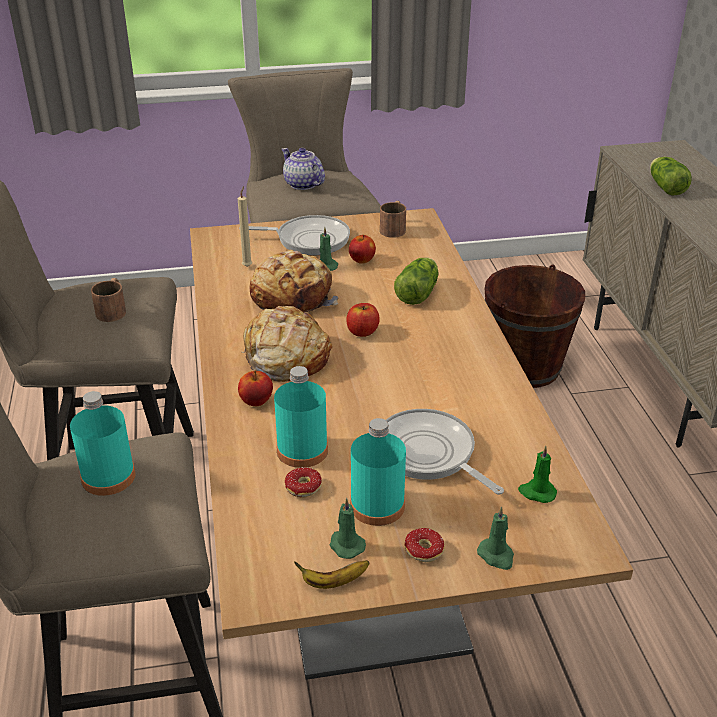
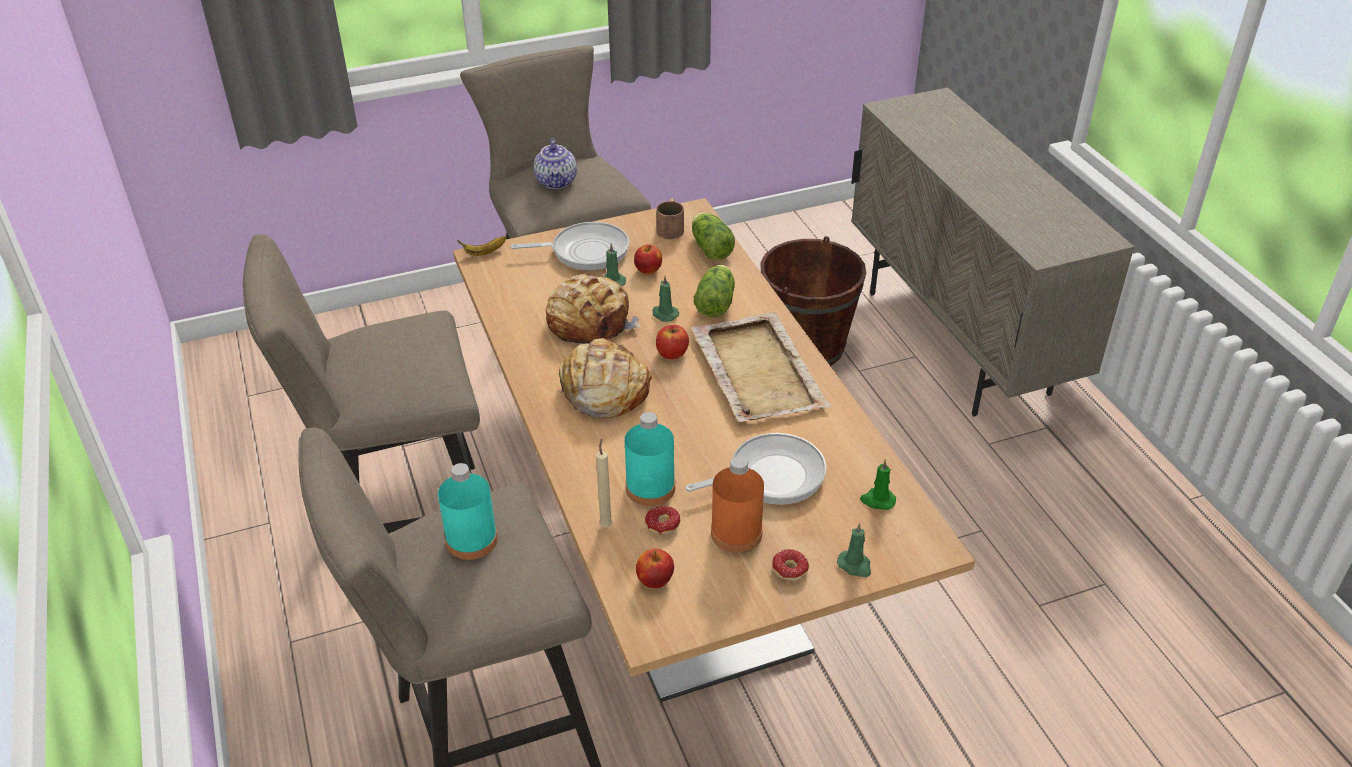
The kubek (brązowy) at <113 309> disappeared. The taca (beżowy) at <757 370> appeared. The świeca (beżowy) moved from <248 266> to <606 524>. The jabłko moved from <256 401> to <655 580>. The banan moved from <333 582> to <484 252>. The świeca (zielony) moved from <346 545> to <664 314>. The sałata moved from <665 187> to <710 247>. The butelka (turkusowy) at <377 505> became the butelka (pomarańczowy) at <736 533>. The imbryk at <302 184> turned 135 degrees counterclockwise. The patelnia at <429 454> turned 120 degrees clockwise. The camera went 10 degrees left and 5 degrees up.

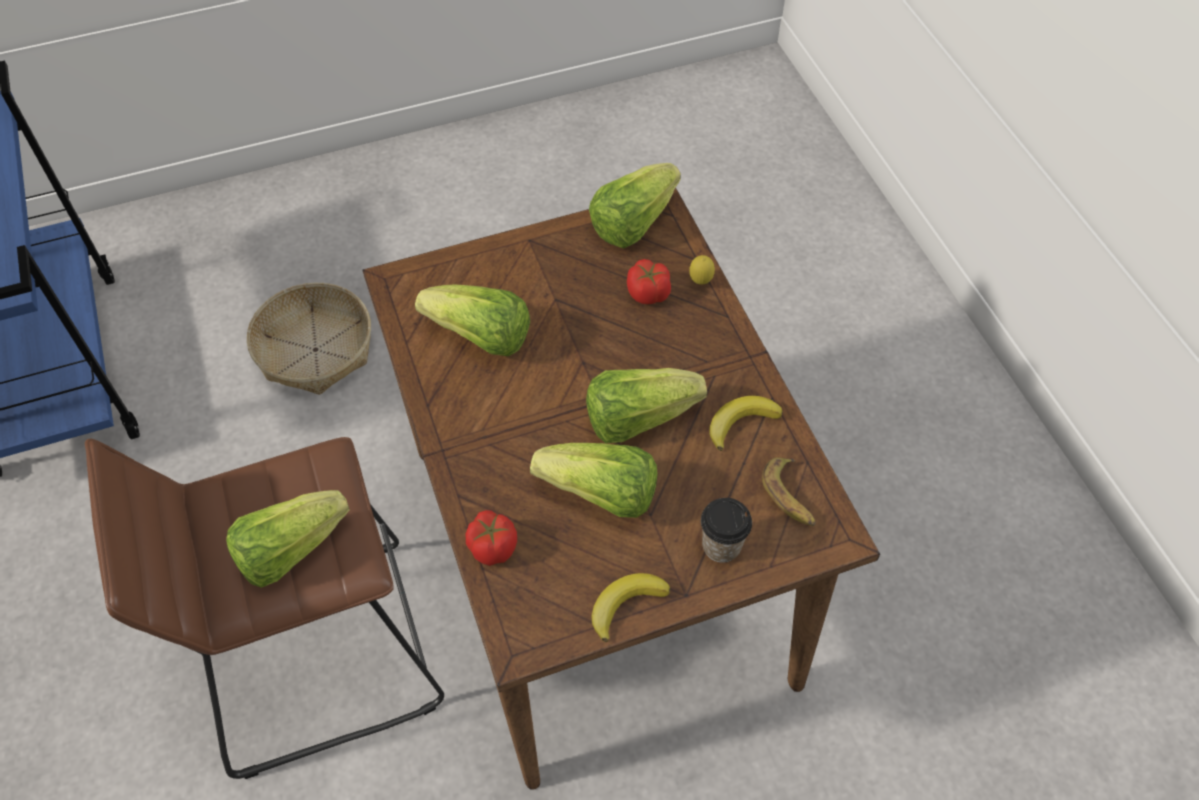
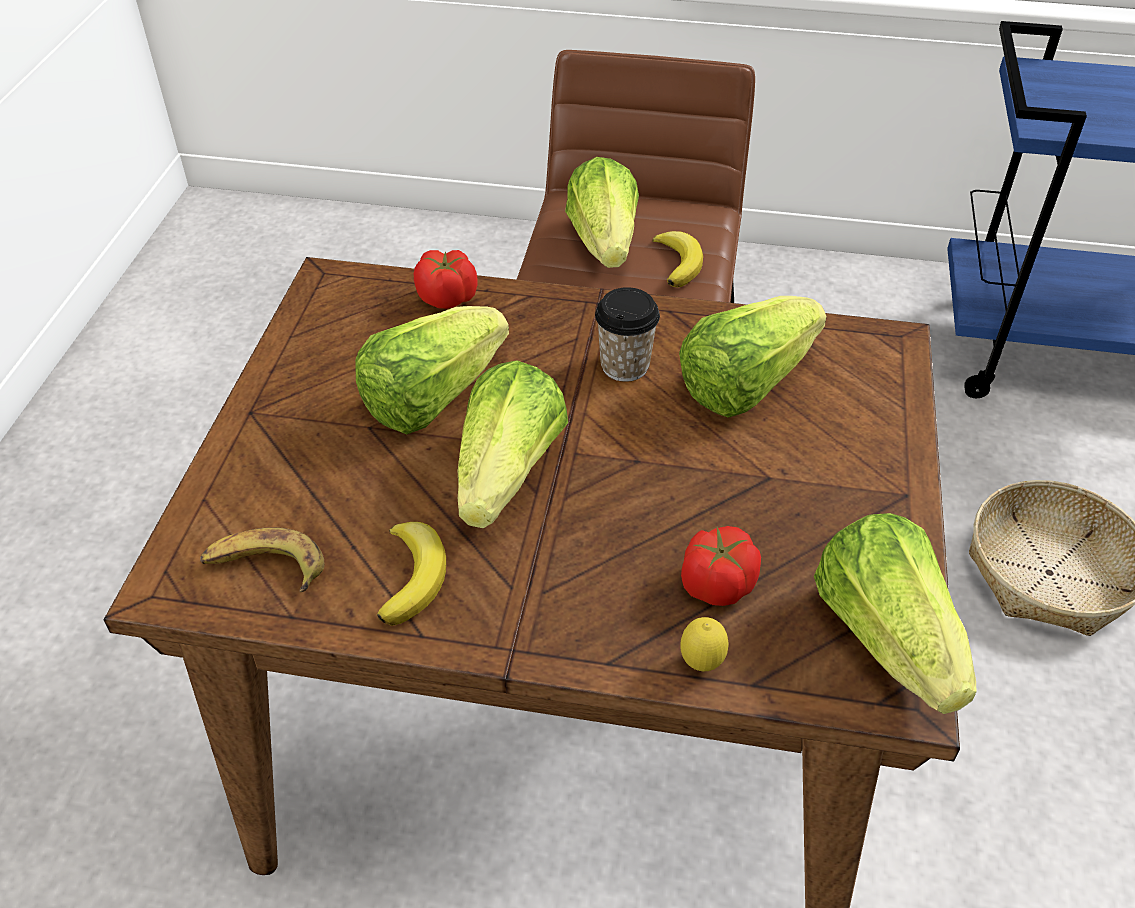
The banan moved from <625 604> to <678 262>. The filiżanka moved from <721 546> to <625 366>. The camera went 120 degrees right and 10 degrees down.

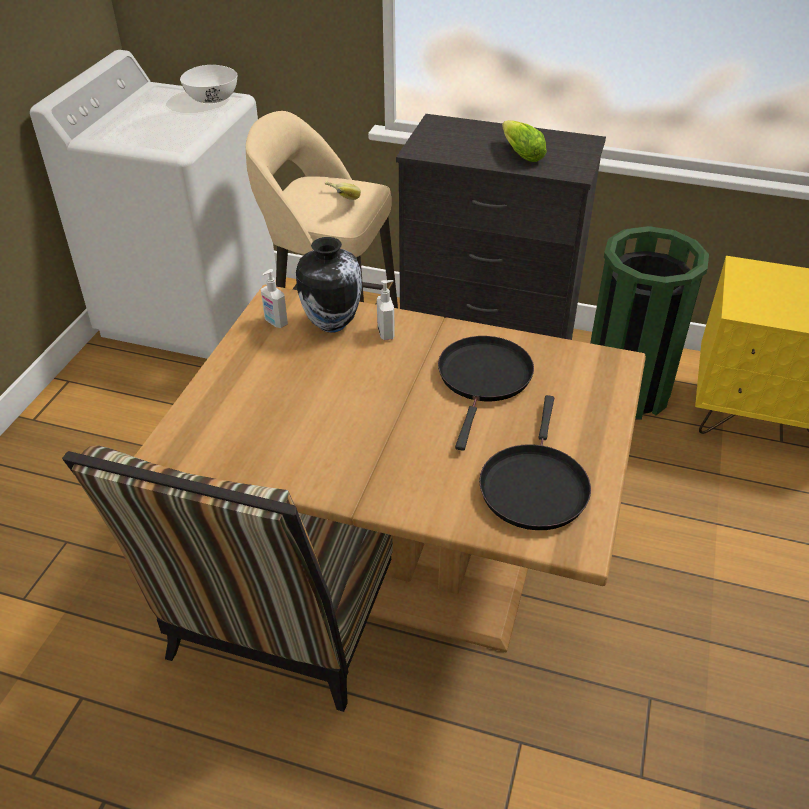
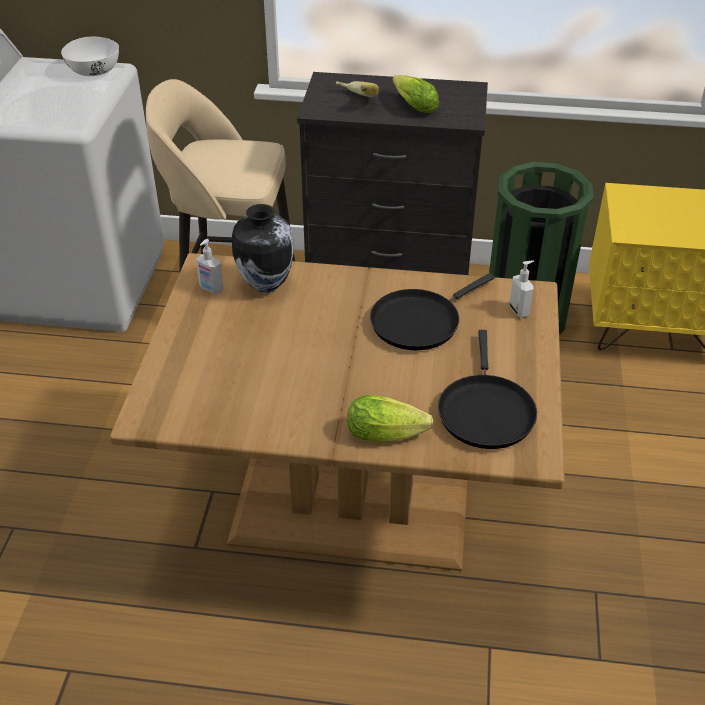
The krzesło at <287 609> disappeared. The sałata at <389 433> appeared. The banan moved from <339 202> to <354 101>. The dozownik mydła moved from <386 333> to <519 310>. The patelnia (czarny) at <484 379> turned 135 degrees counterclockwise. The camera went 10 degrees left and 0 degrees up.

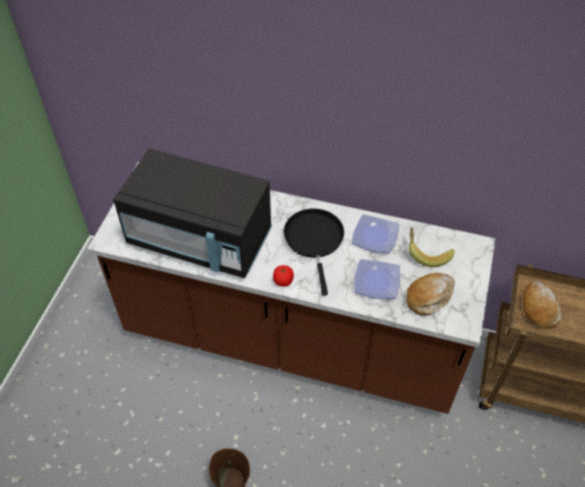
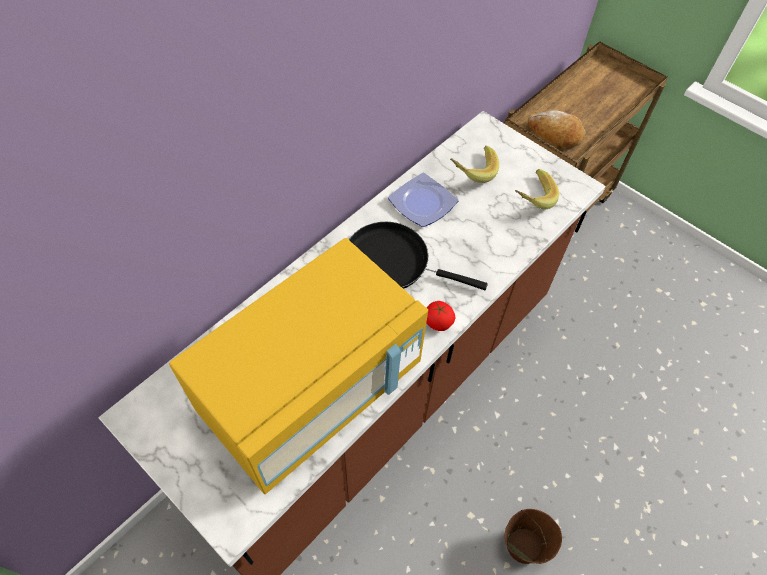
The talerz at <376 280> disappeared. The chleb at <429 297> was replaced by the banan at <531 197>. The mikrofalówka (czarny) at <200 239> became the mikrofalówka (żółty) at <312 390>. The camera went 65 degrees left and 5 degrees up.

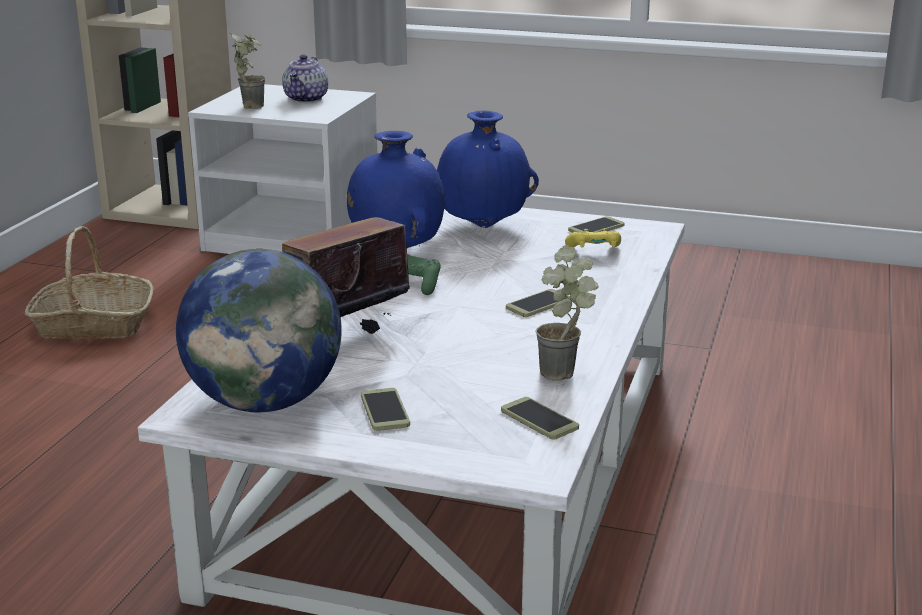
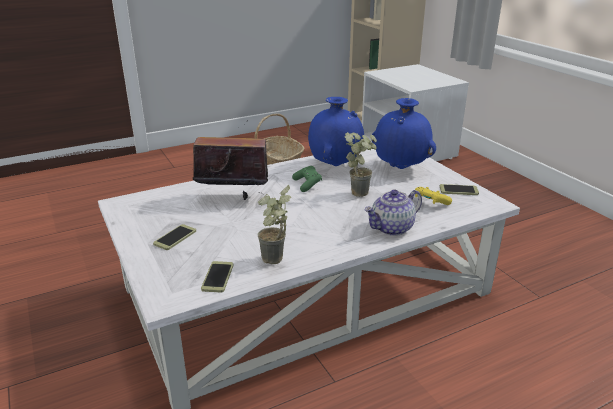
The globus at <265 402> disappeared. The telefon at <538 304> disappeared. The roślina doniczkowa moved from <250 105> to <360 191>. The imbryk moved from <306 99> to <392 228>. The camera went 45 degrees right and 5 degrees up.

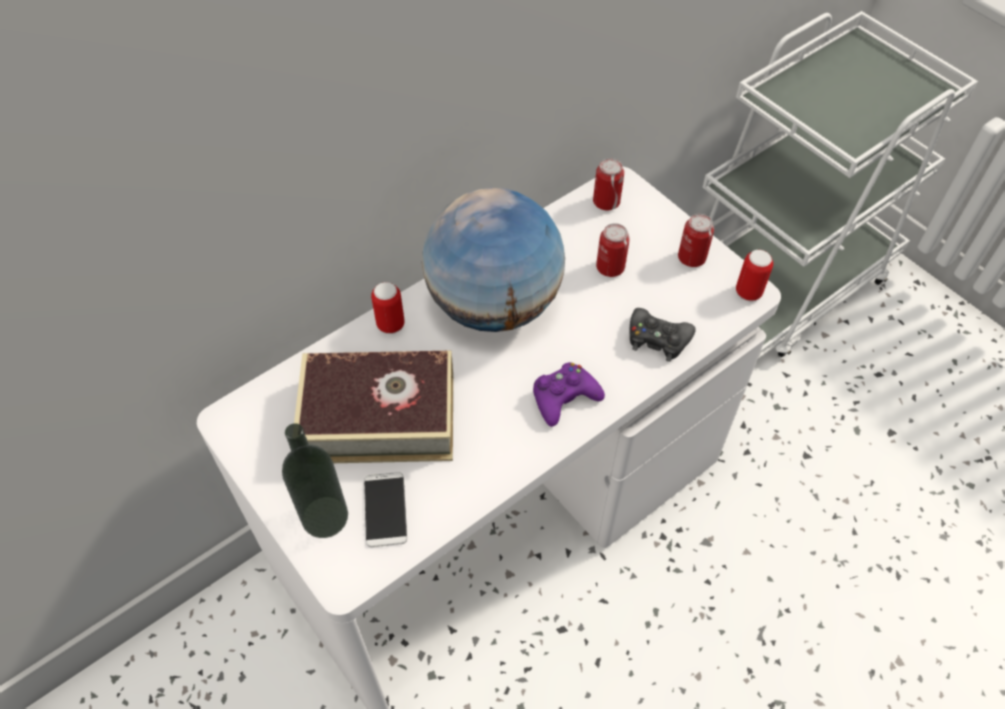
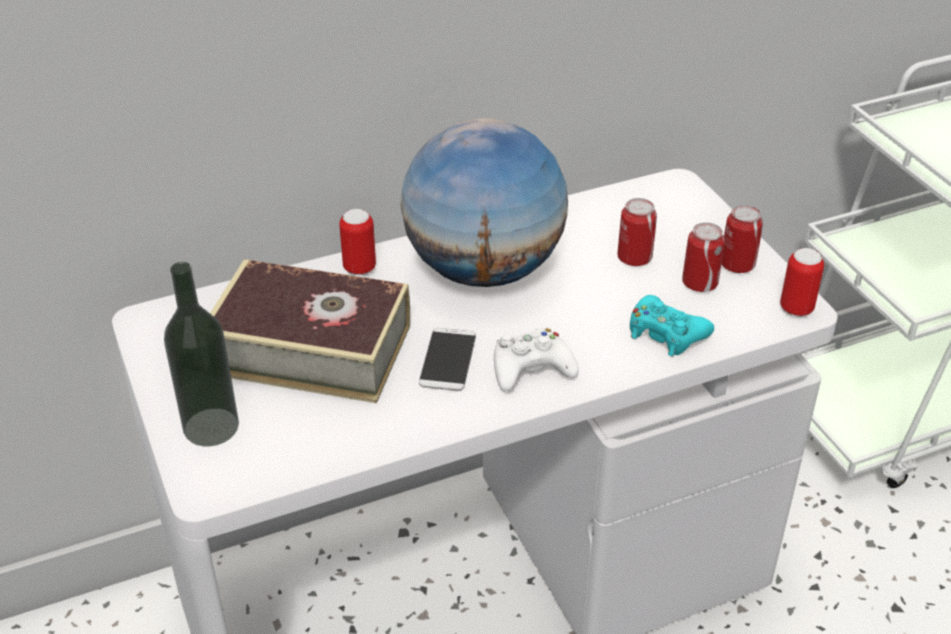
The telefon moved from <385 509> to <448 360>. The puszka moved from <606 202> to <699 283>. The pad do gier (fioletowy) at <564 397> became the pad do gier (biały) at <531 369>. The pad do gier (czarny) at <657 339> became the pad do gier (turkusowy) at <666 334>. The camera went 15 degrees right and 15 degrees down.

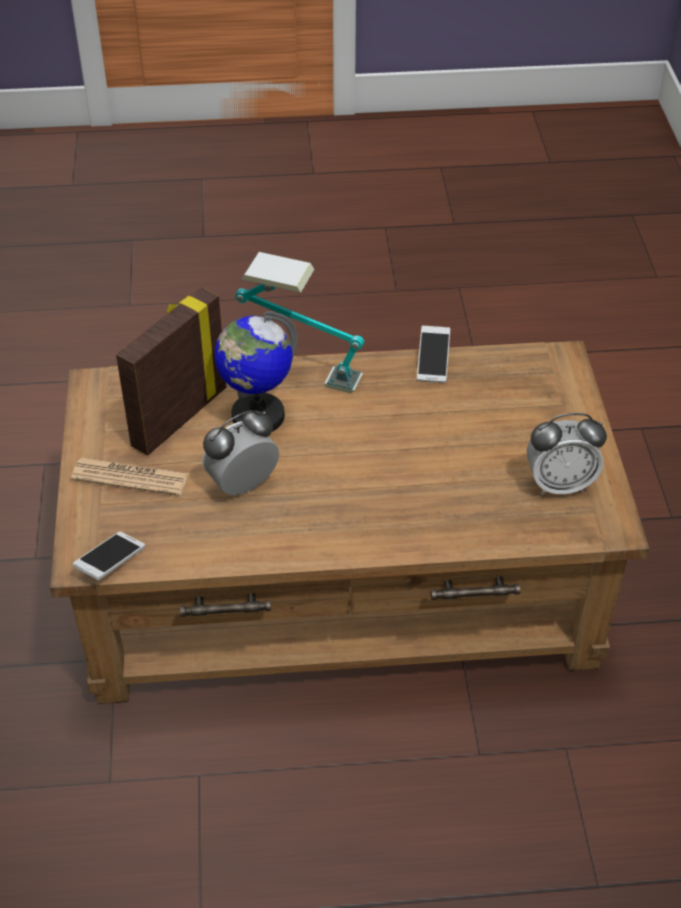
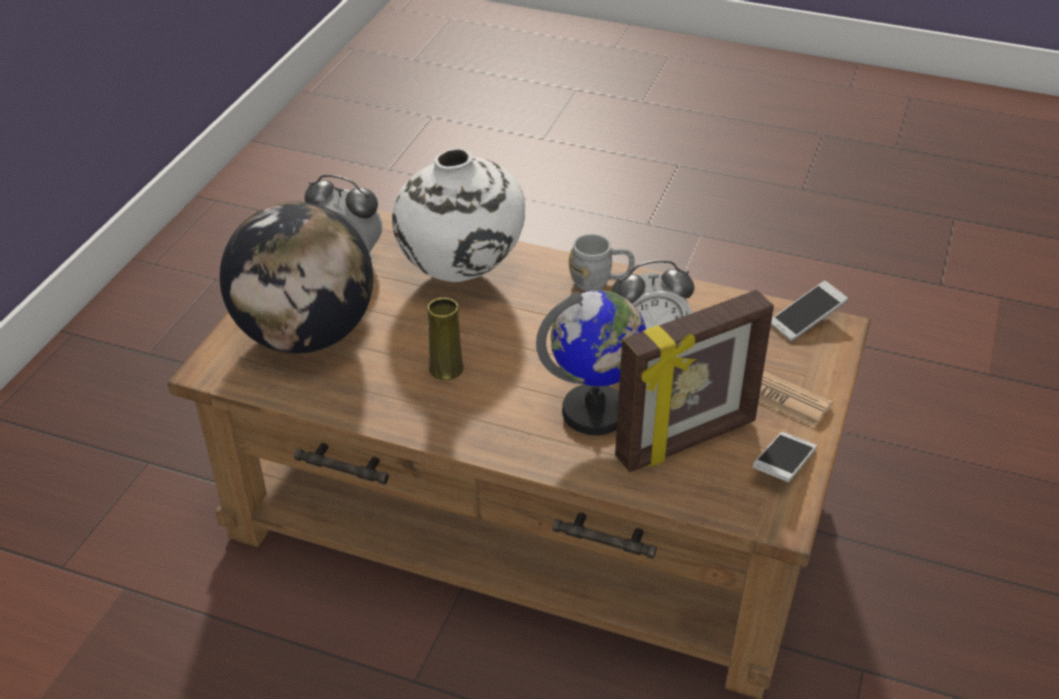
The lampa stołowa at <300 371> disappeared. The globus at <306 335> appeared. The wazon (biały) at <460 275> appeared. The wazon (żółty) at <446 369> appeared. The kubek (szary) at <600 282> appeared. The telefon moved from <433 361> to <783 465>. The camera went 155 degrees left and 5 degrees down.

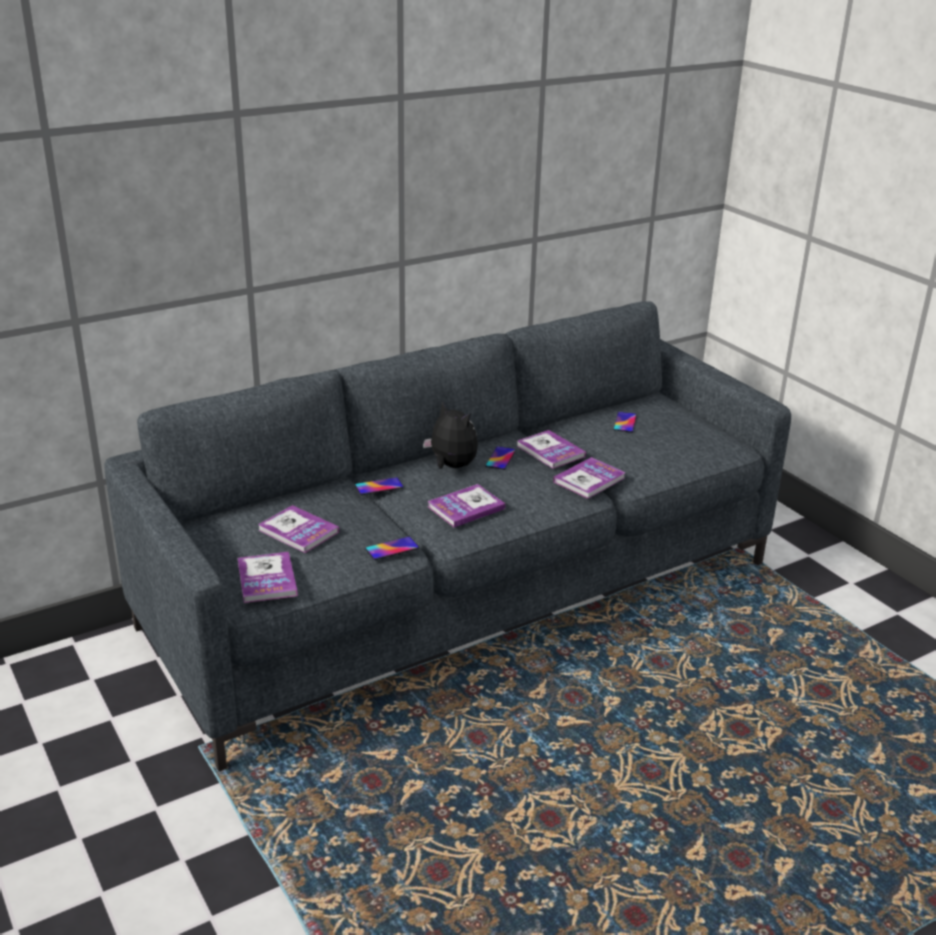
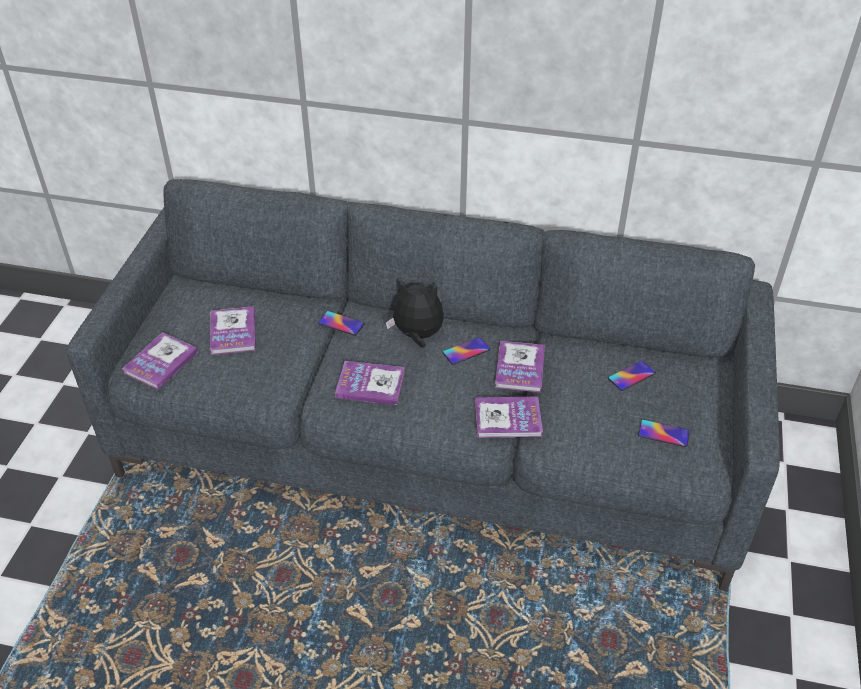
The telefon moved from <392 549> to <663 433>. The pluszak at <451 466> turned 75 degrees counterclockwise. The camera went 45 degrees right and 15 degrees up.

